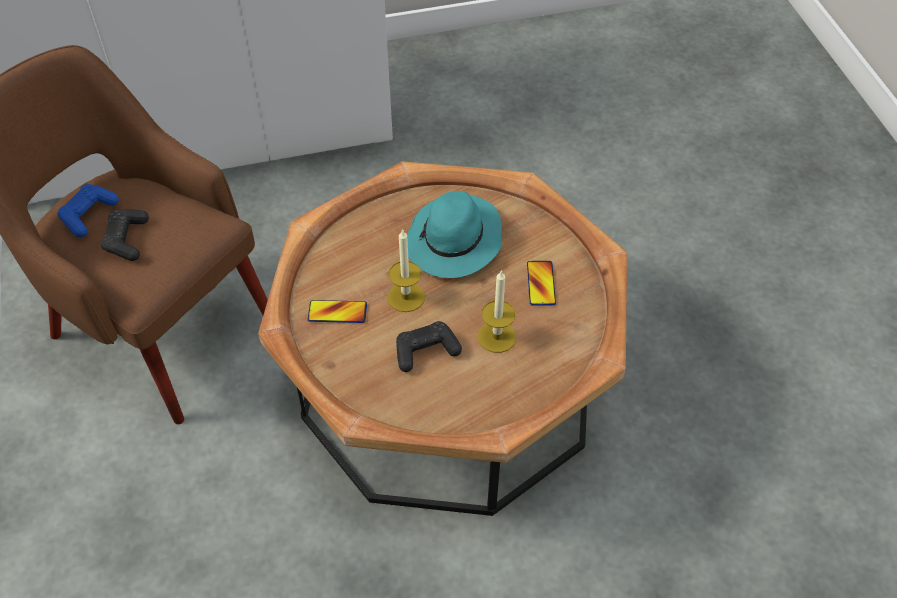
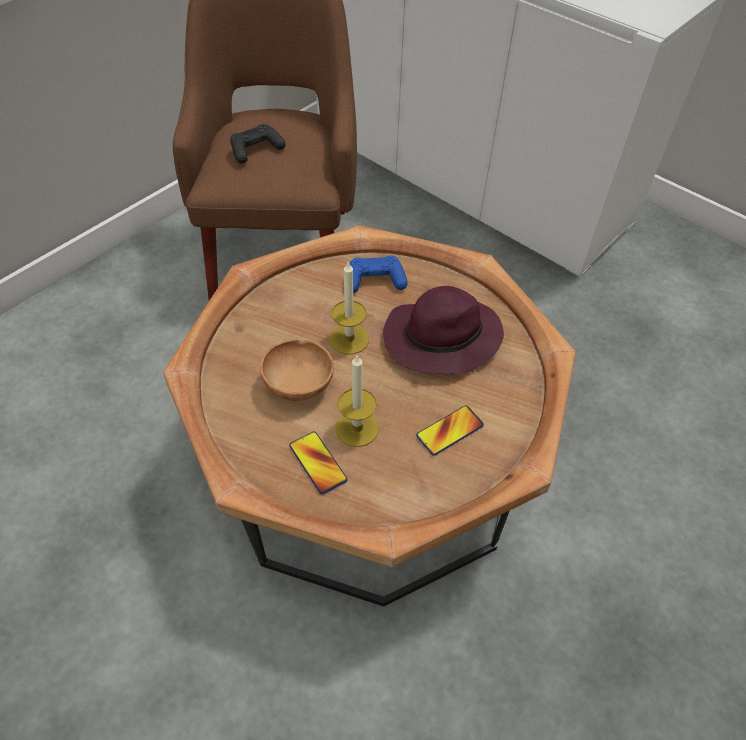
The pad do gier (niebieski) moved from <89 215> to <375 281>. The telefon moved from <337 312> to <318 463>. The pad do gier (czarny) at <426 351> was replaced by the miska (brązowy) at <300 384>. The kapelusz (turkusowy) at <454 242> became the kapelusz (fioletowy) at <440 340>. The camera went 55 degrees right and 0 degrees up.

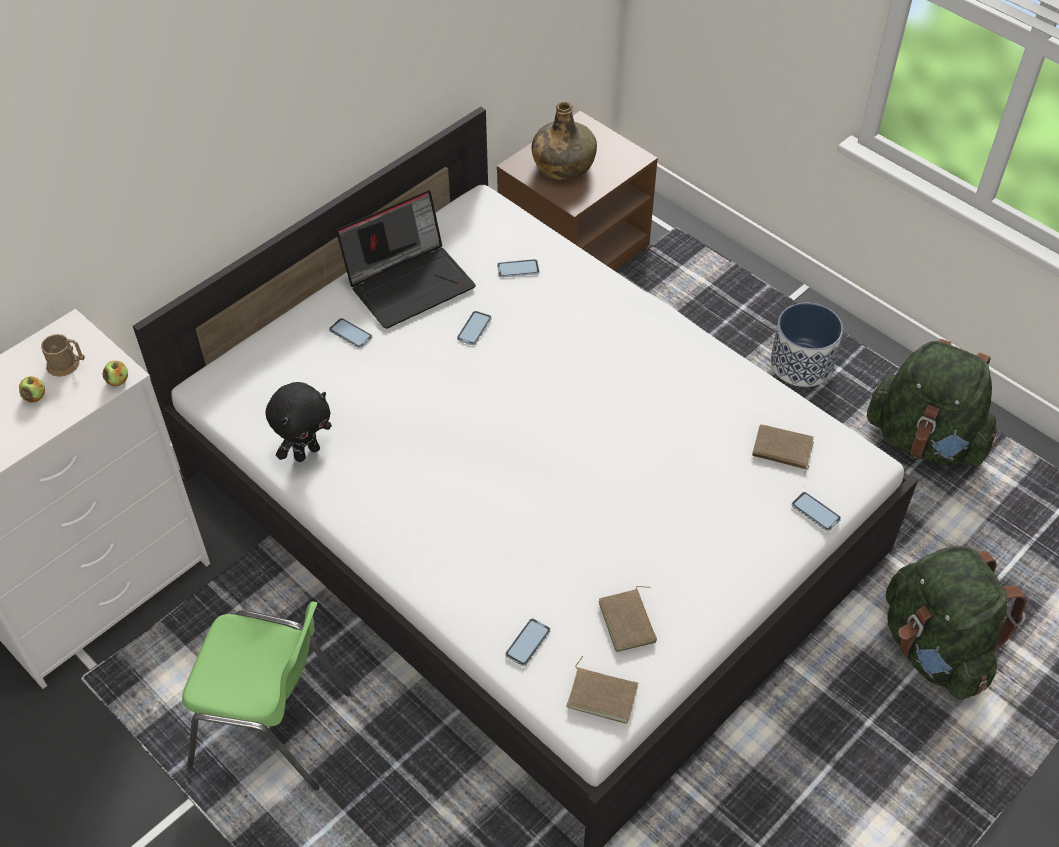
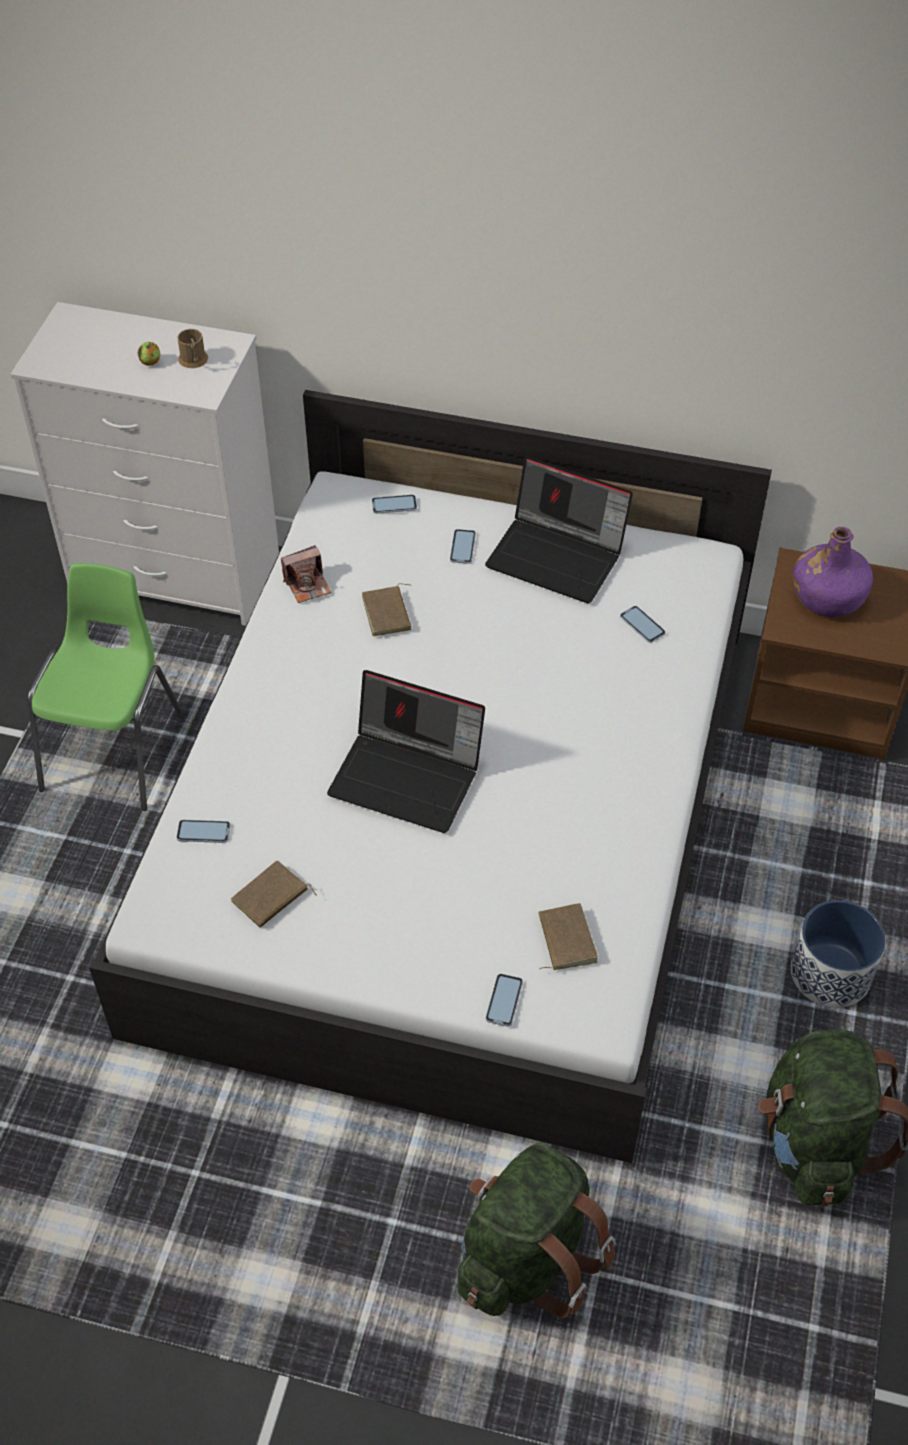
The jabłko at <118 380> disappeared. The laptop at <409 776> appeared. The telefon moved from <474 328> to <394 505>. The książka (brązowy) moved from <603 695> to <388 613>. The pluszak (czarny) at <306 452> was replaced by the aparat fotograficzny at <307 585>. The butelka (zielony) at <563 166> became the butelka (fioletowy) at <827 597>. The krzesło (zielony) at <273 728> turned 150 degrees counterclockwise. The camera went 60 degrees right and 0 degrees up.

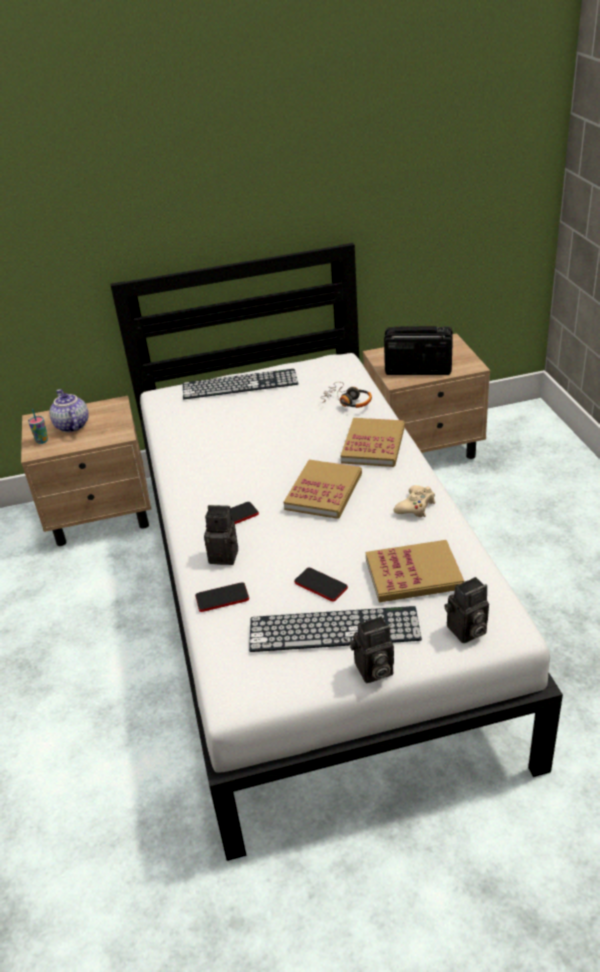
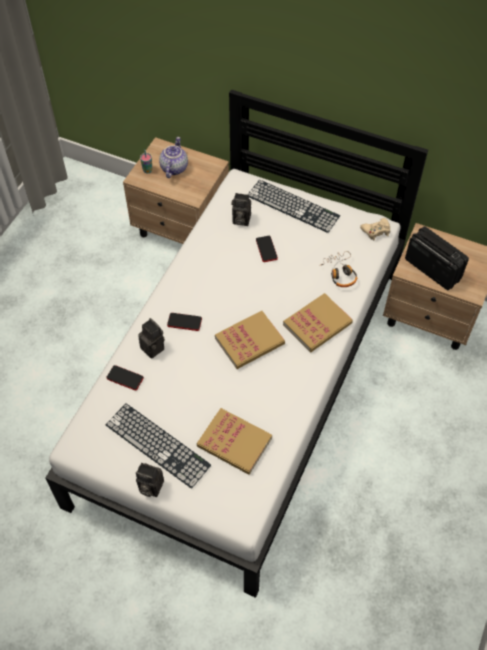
The telefon moved from <320 585> to <266 249>. The pad do gier (beżowy) moved from <415 506> to <376 231>. The aparat fotograficzny moved from <466 632> to <240 220>. The camera went 35 degrees right and 20 degrees up.

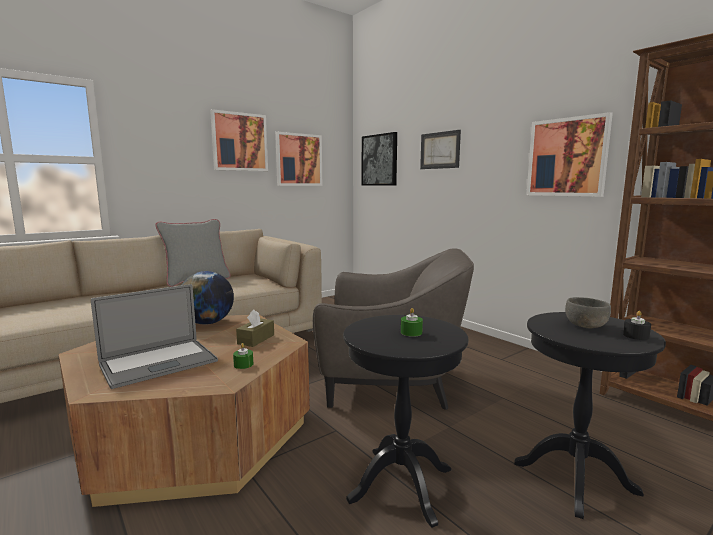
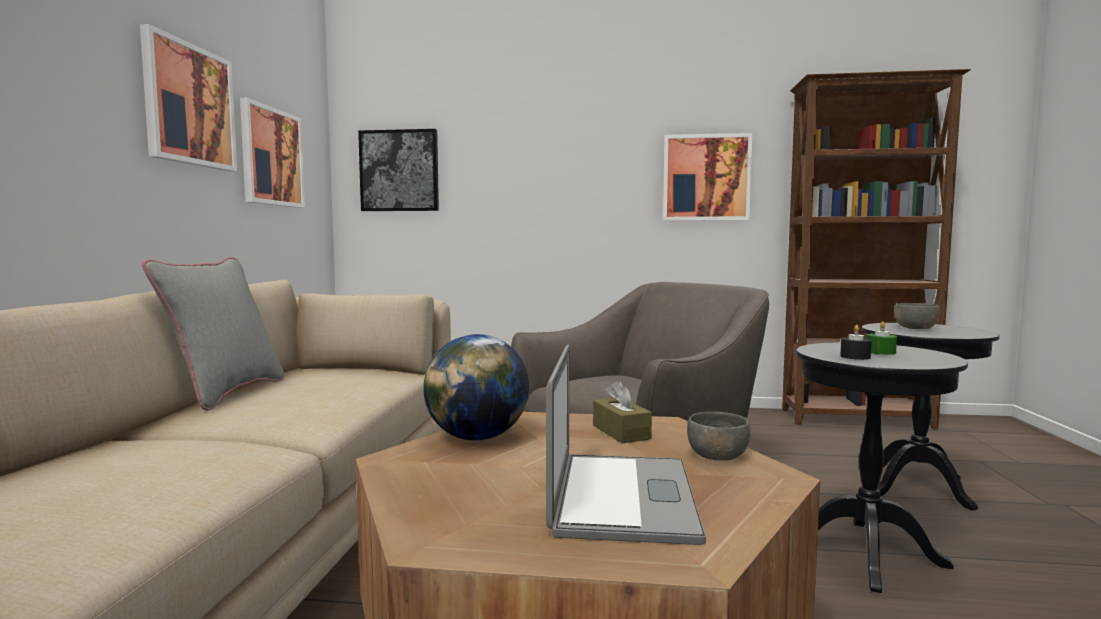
The obraz at <440 150> disappeared. The świeca (czarny) moved from <636 336> to <855 357>. The świeca (zielony) at <243 364> was replaced by the miska (szary) at <717 456>. The camera went 45 degrees left and 5 degrees down.

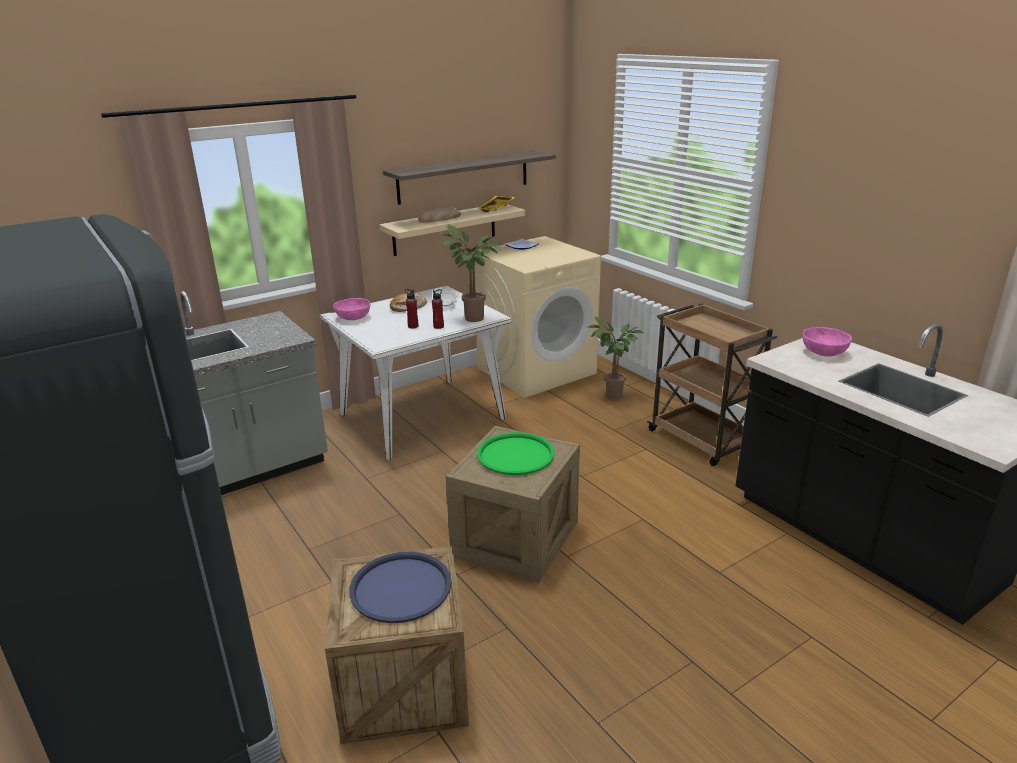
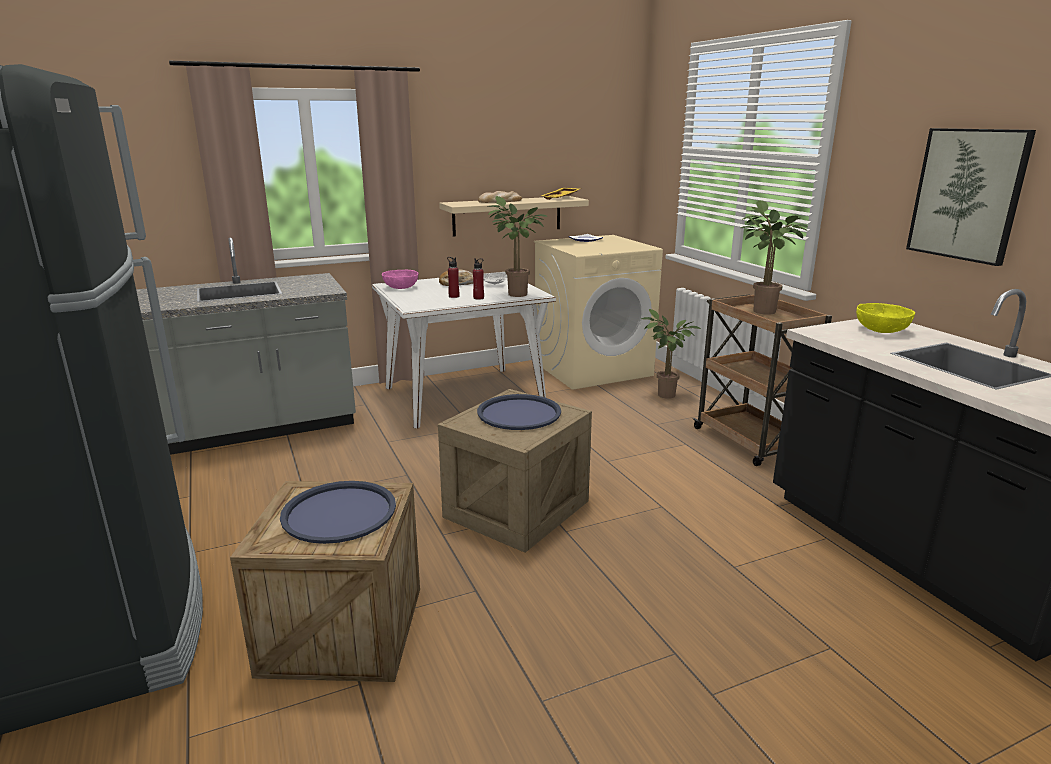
The półka at <464 177> disappeared. The roślina doniczkowa at <760 311> appeared. The obraz at <967 194> appeared. The taca (zielony) at <516 455> became the taca (niebieski) at <519 413>. The miska (różowy) at <823 352> became the miska (żółty) at <881 330>. The camera went 10 degrees right and 5 degrees down.

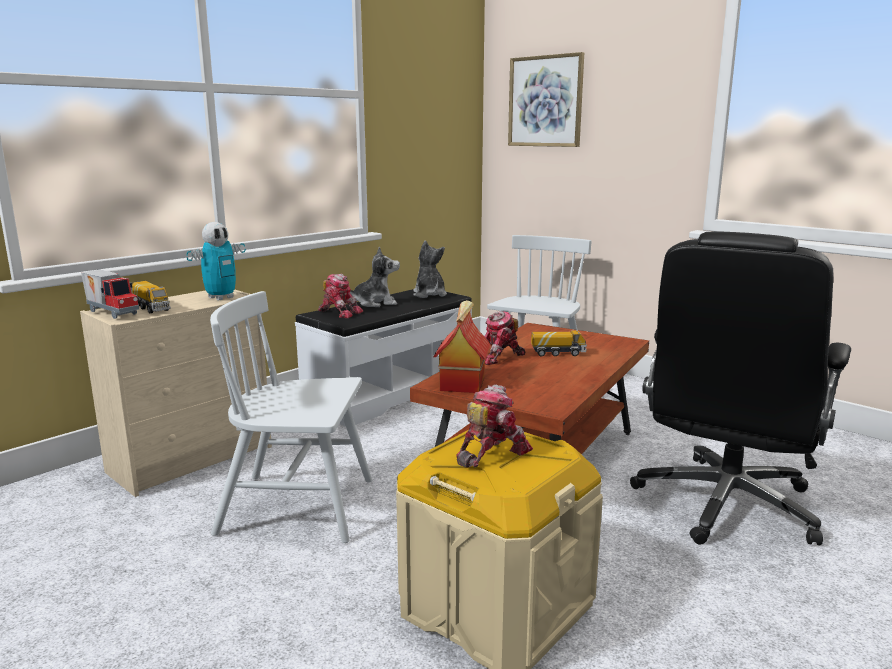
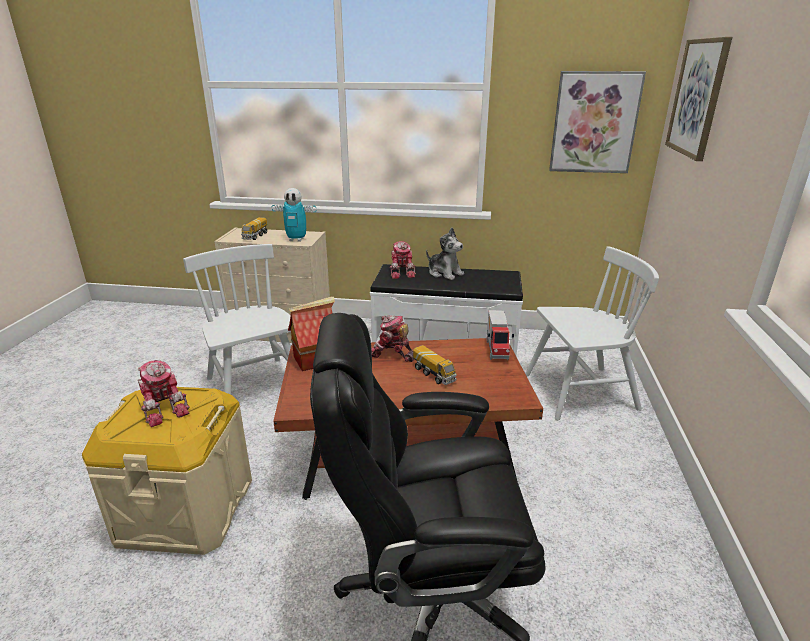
The pluszak at <429 295> disappeared. The obraz at <594 123> appeared. The ciężarówka zabawkowa moved from <114 312> to <498 350>. The robot zabawkowy at <490 452> turned 45 degrees clockwise. The camera went 55 degrees right and 10 degrees up.

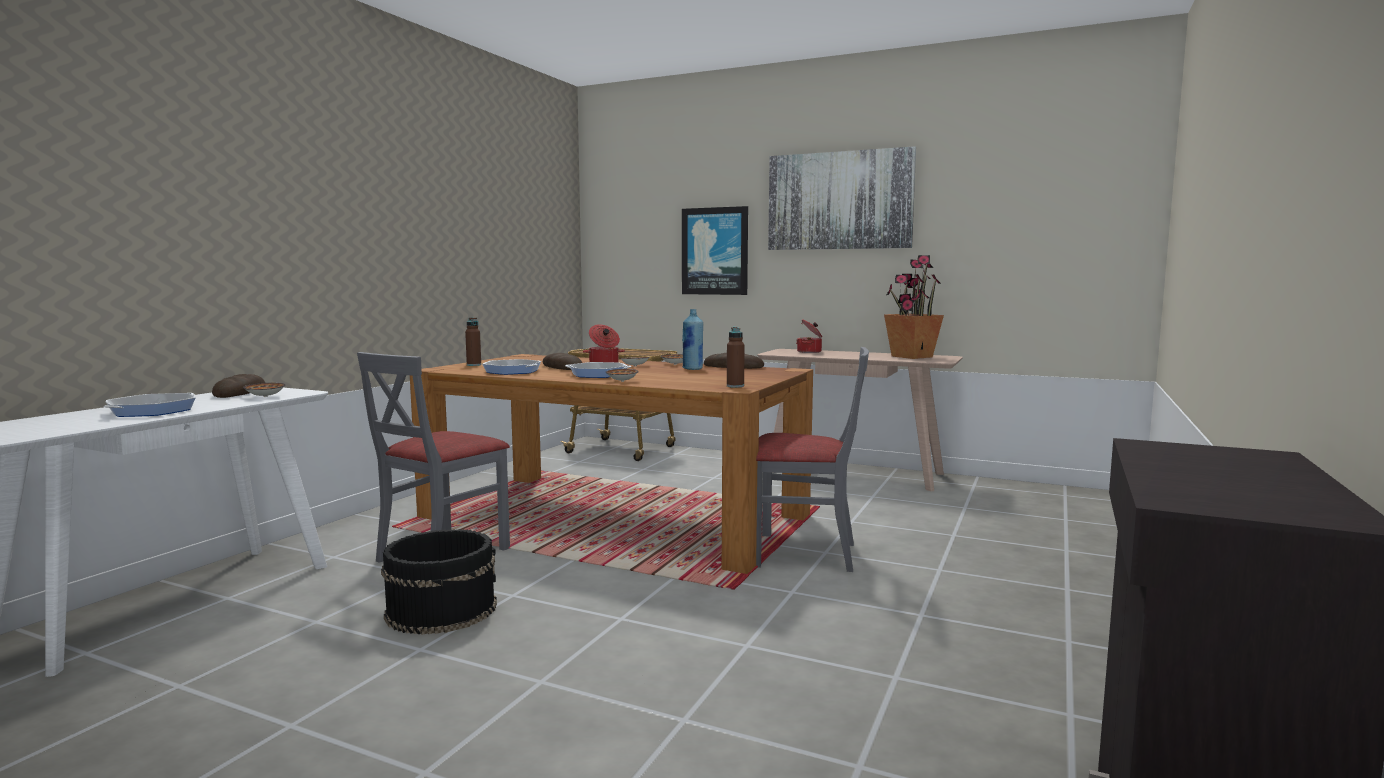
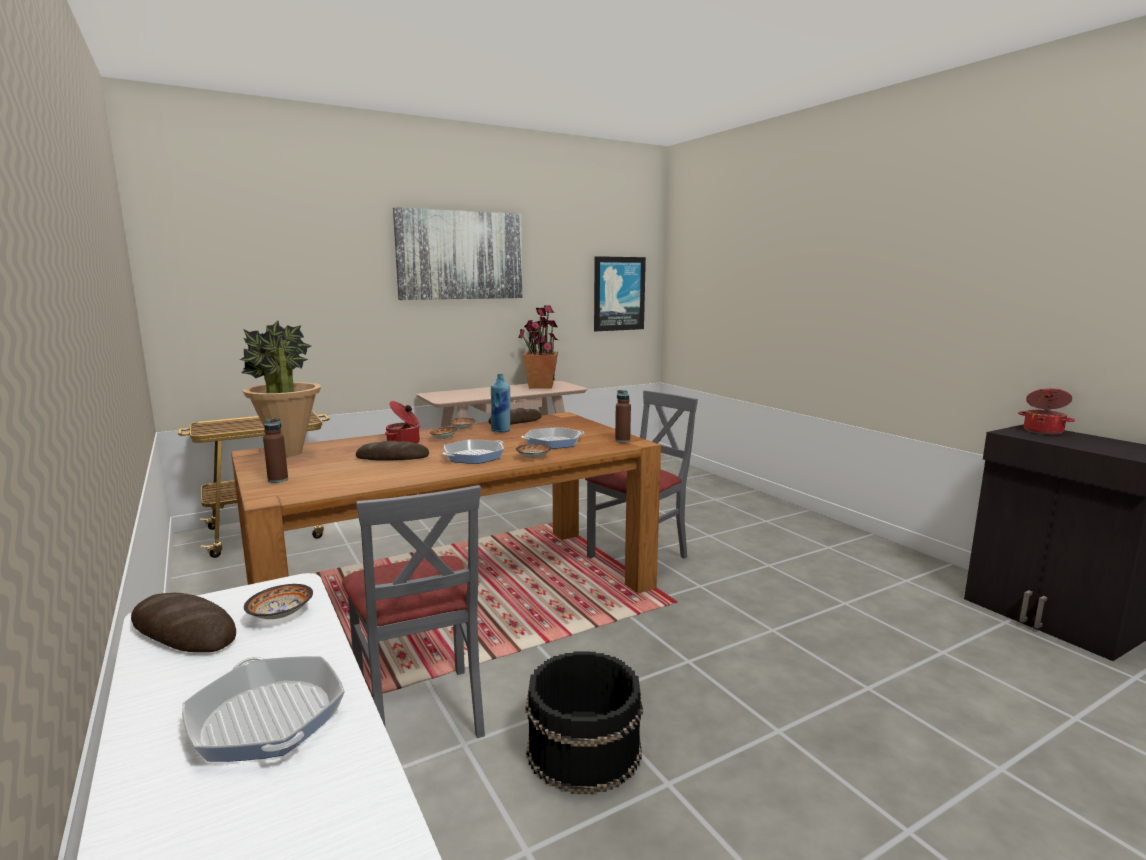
The roślina doniczkowa at <289 454> appeared. The patelnia moved from <512 371> to <553 442>. The obraz moved from <715 251> to <618 293>. The garnek moved from <810 352> to <1043 431>. The camera went 55 degrees left and 5 degrees up.

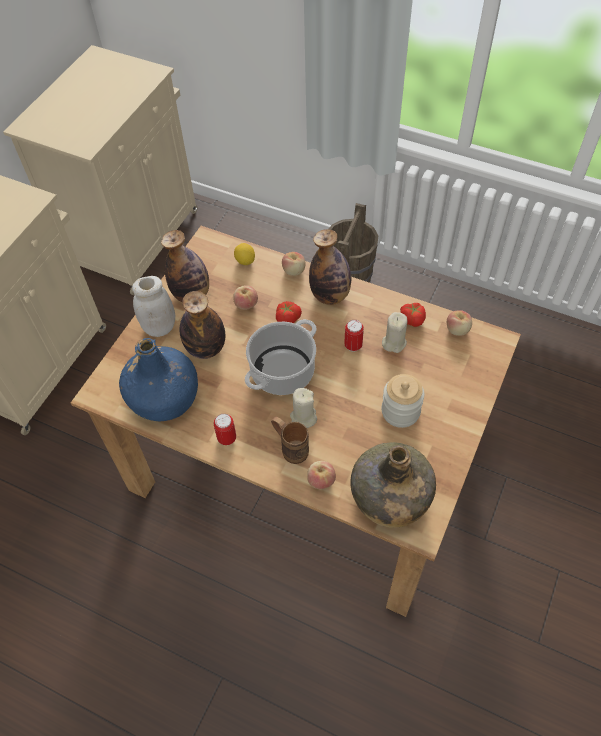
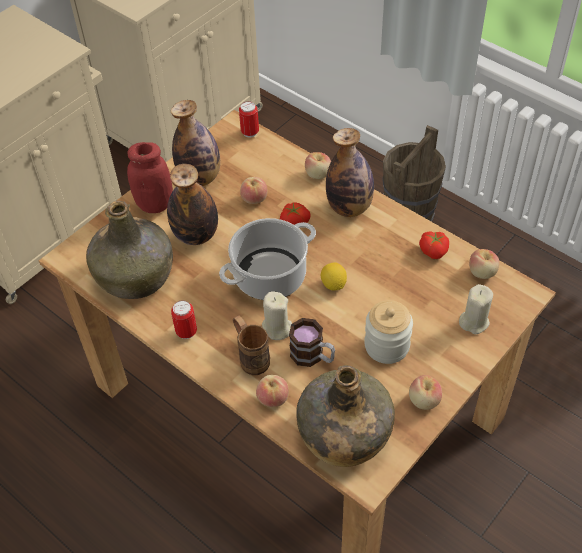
The kubek at <313 356> appeared. The jabłko at <424 400> appeared. The cytryna moved from <245 261> to <333 284>. The puszka moved from <353 345> to <250 132>. The świeca (beżowy) moved from <394 342> to <474 321>. The butelka (niebieski) at <164 396> became the butelka (zielony) at <136 275>. The słoik (biały) at <159 327> became the słoik (czerwony) at <155 204>. The camera went 15 degrees right and 5 degrees down.

